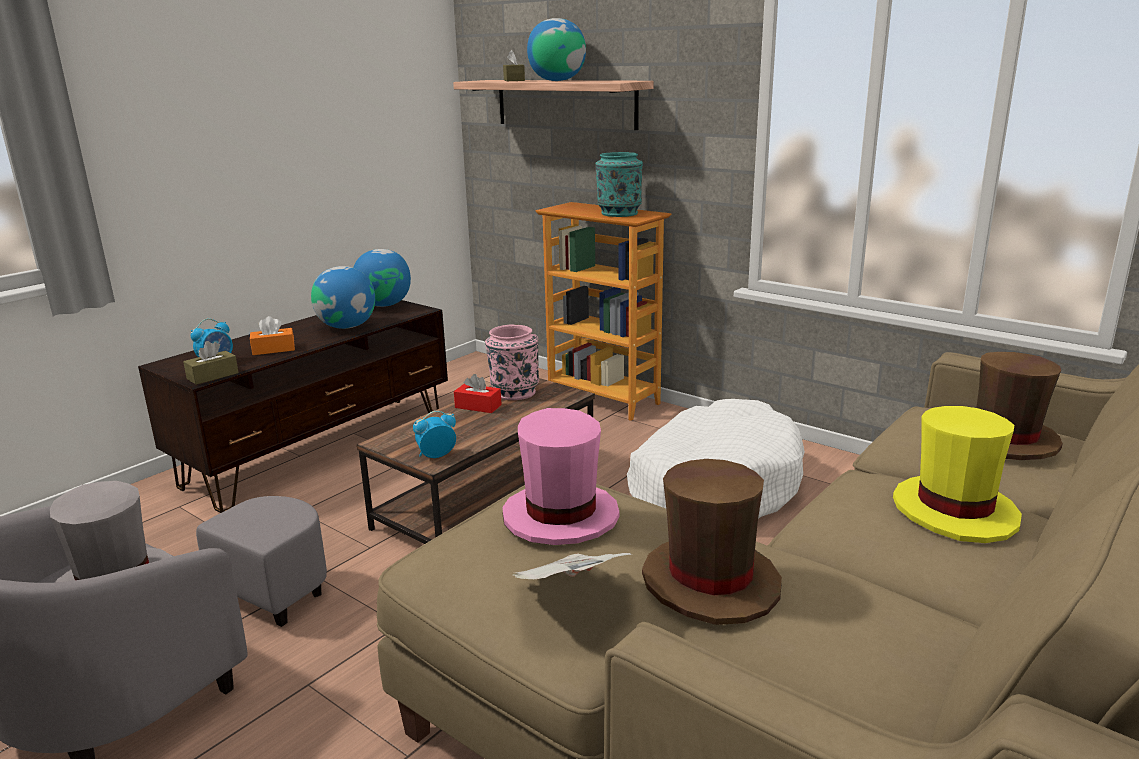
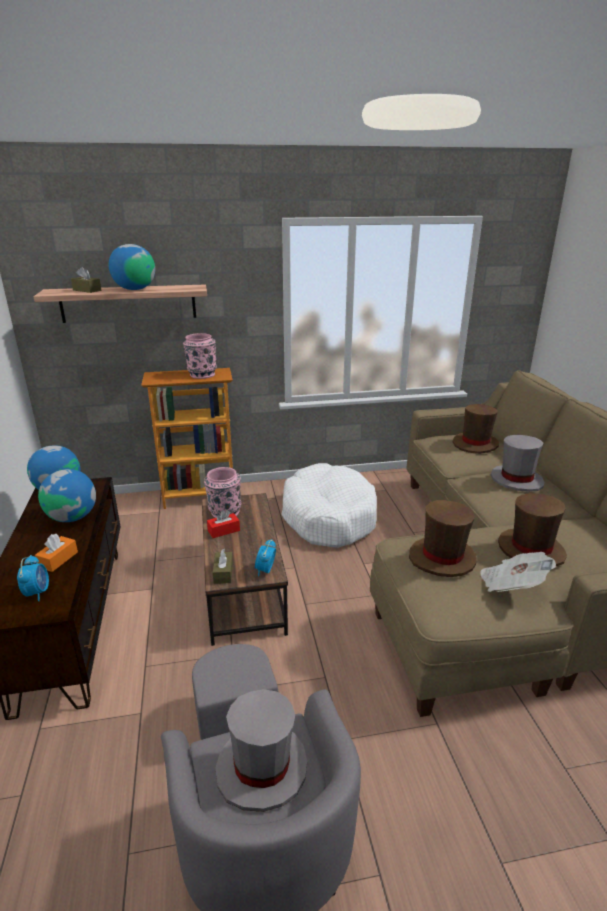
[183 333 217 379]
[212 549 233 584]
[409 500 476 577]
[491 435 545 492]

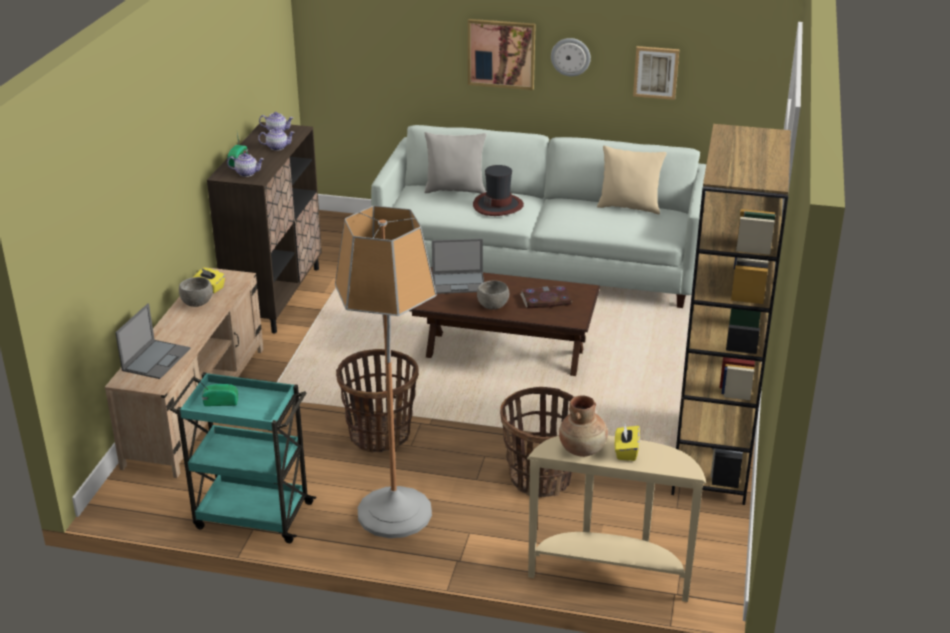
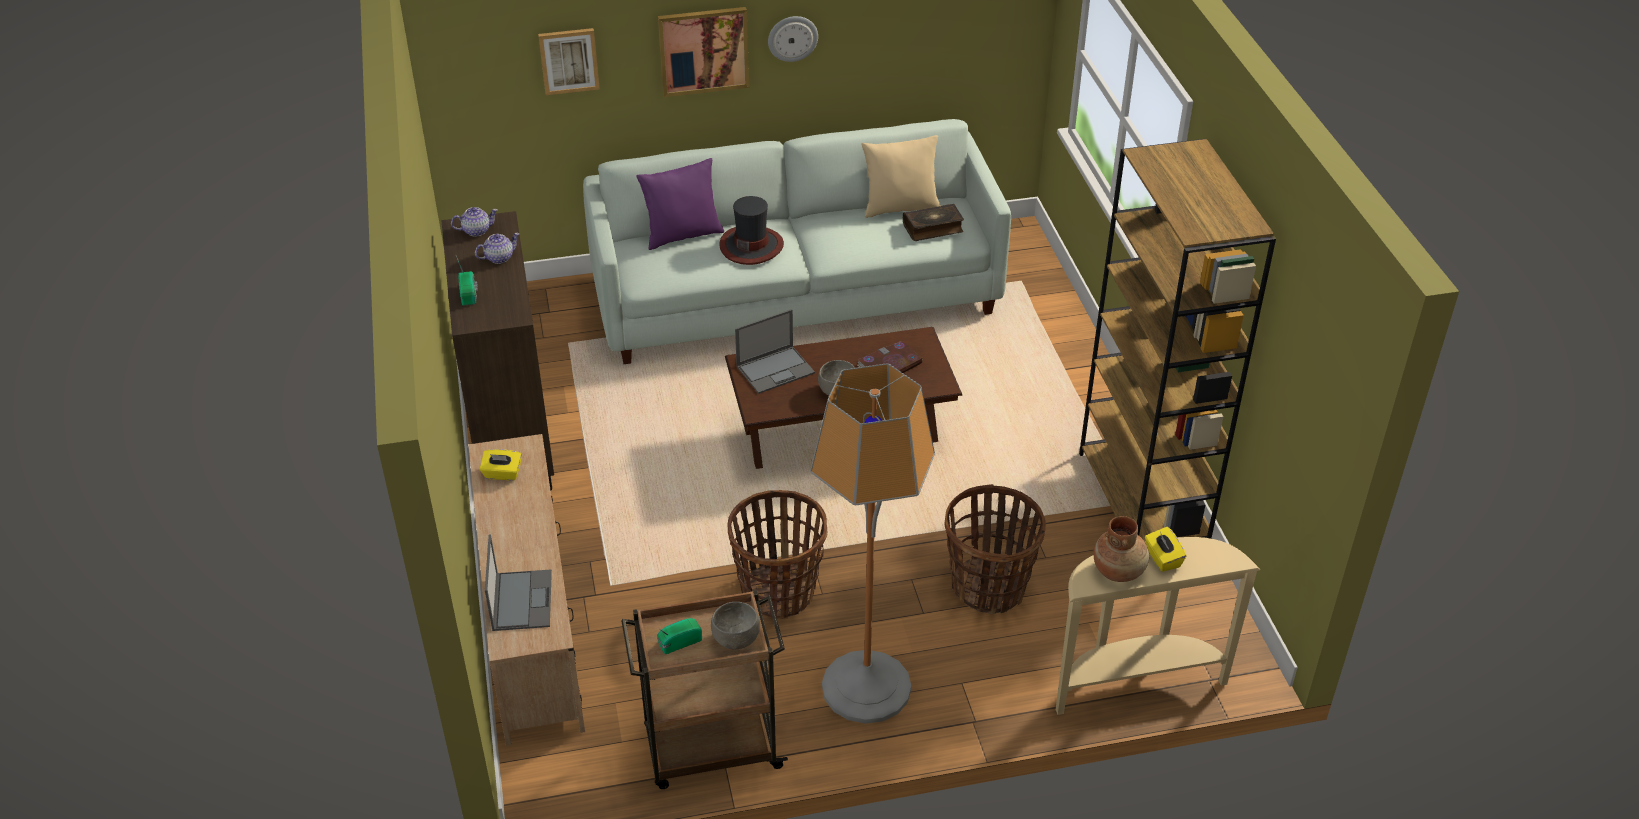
[538 28 600 95]
[621 590 788 789]
[636 158 724 250]
[711 602 760 649]
[903 204 964 241]
[227 153 264 177] (first image)

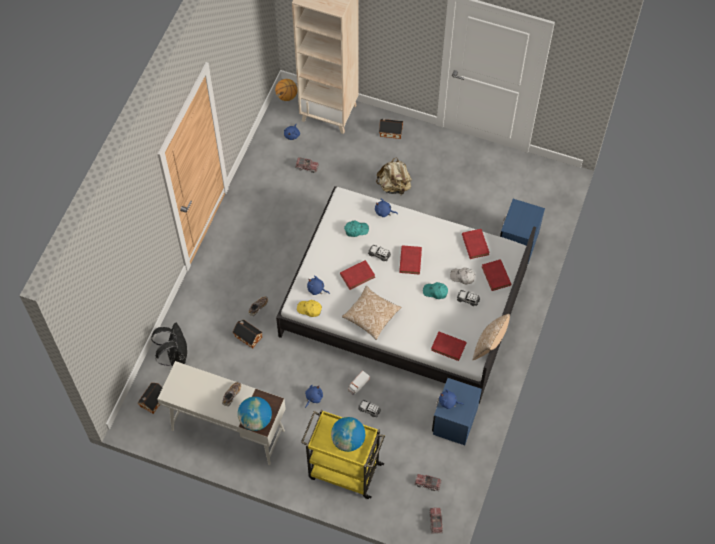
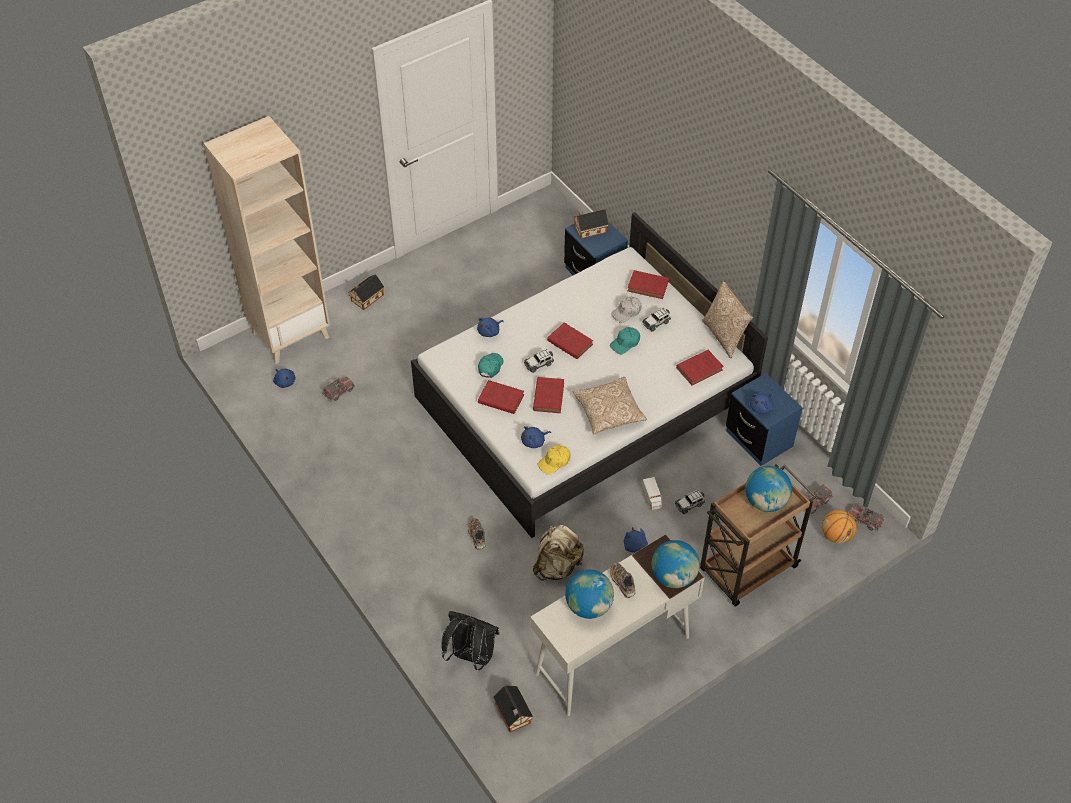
[478 380 524 414]
[533 525 584 581]
[565 570 614 619]
[573 209 609 239]
[700 464 816 607]
[822 510 857 544]

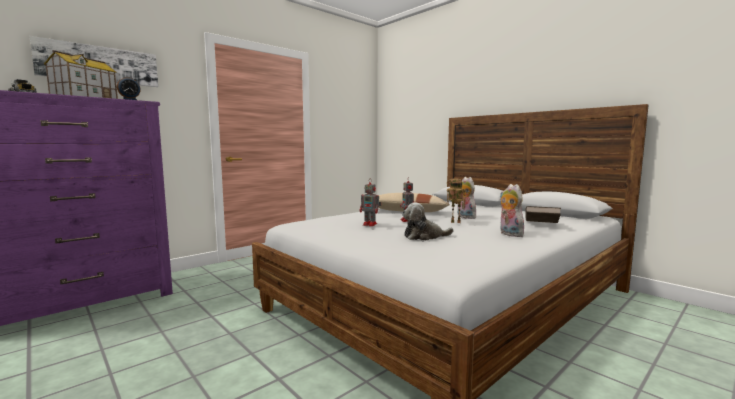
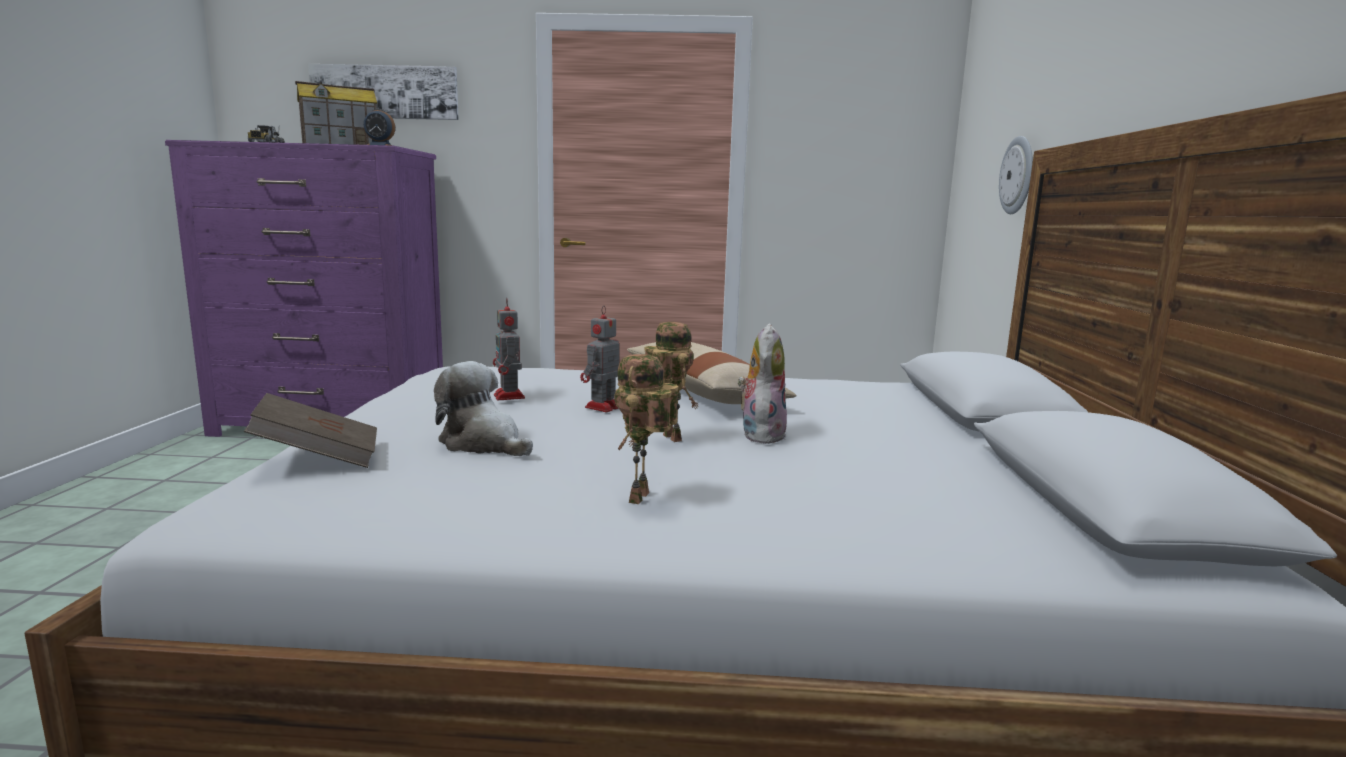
[244 393 377 468]
[614 354 679 504]
[999 136 1033 214]

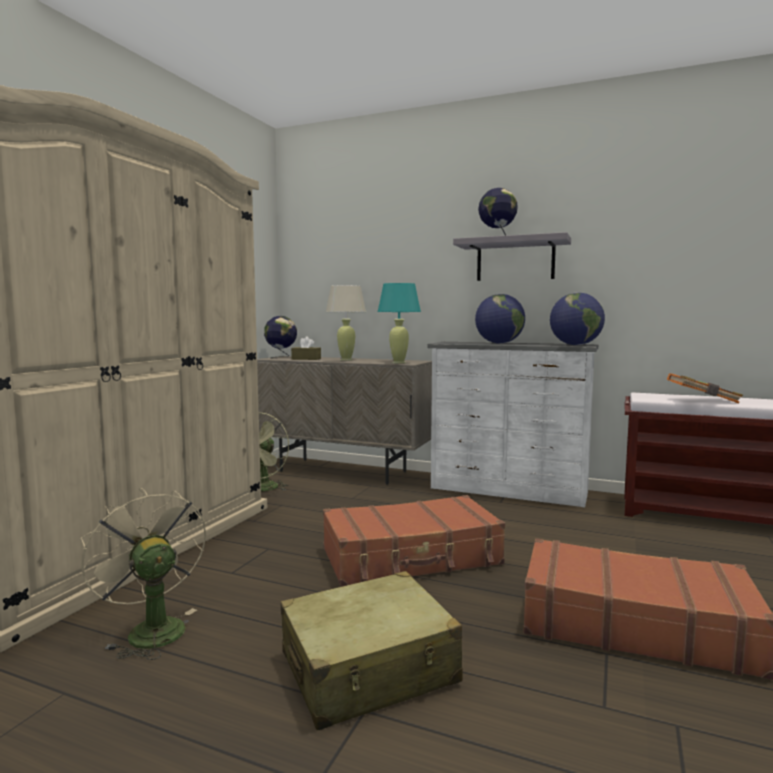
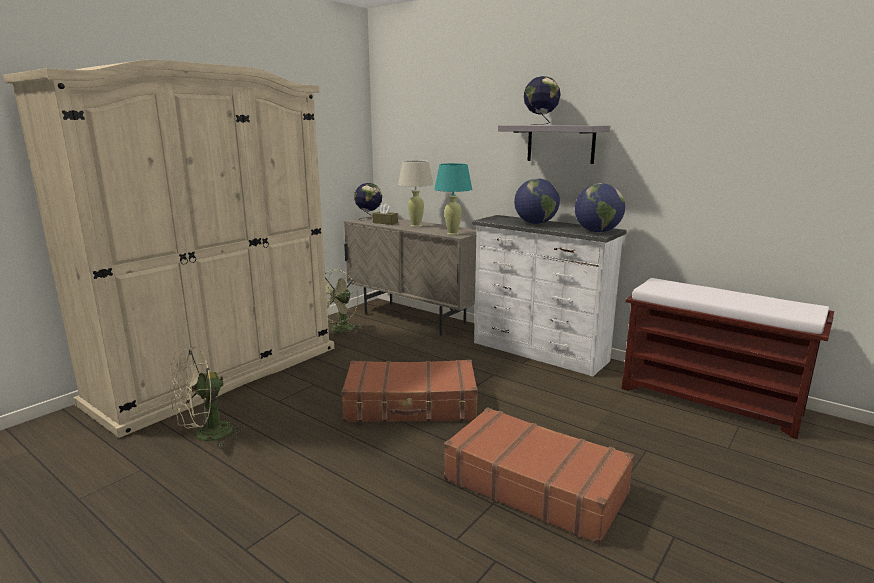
[169 346 246 447]
[281 571 463 730] (first image)
[667 373 743 404] (first image)

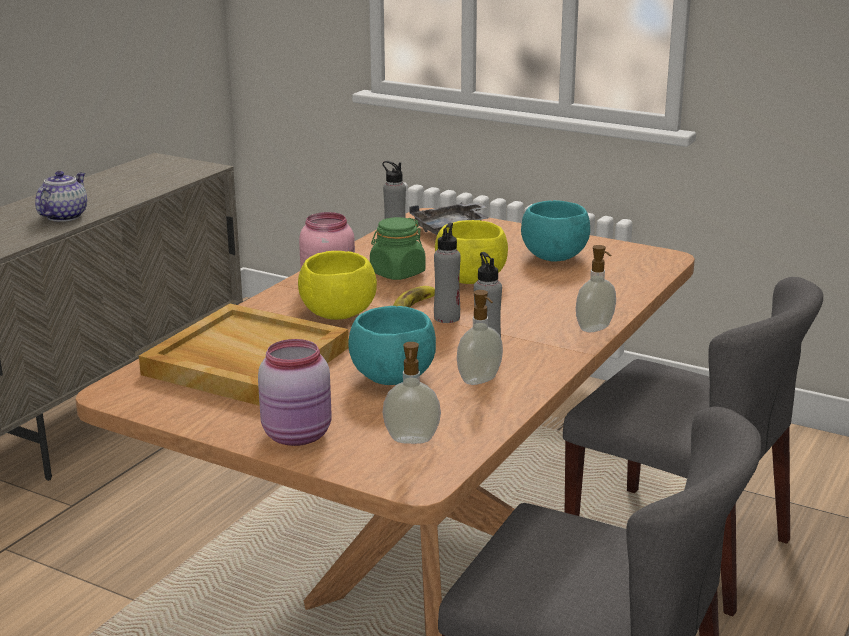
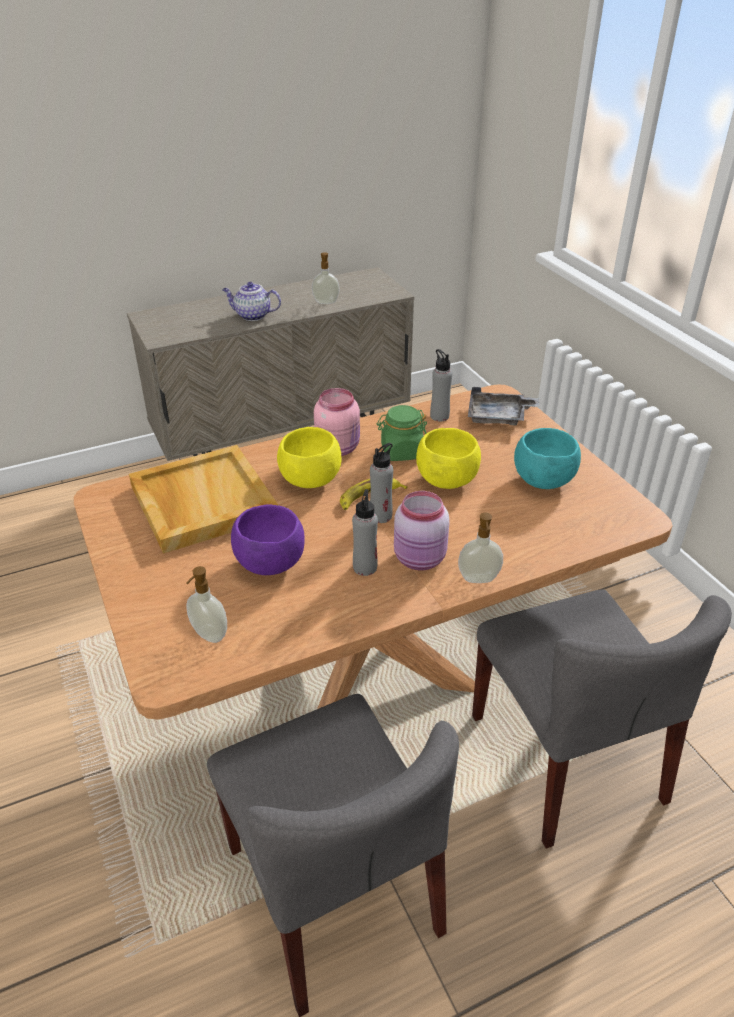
[222 282 281 321]
[231 504 305 575]
[312 252 340 304]
[394 491 450 570]

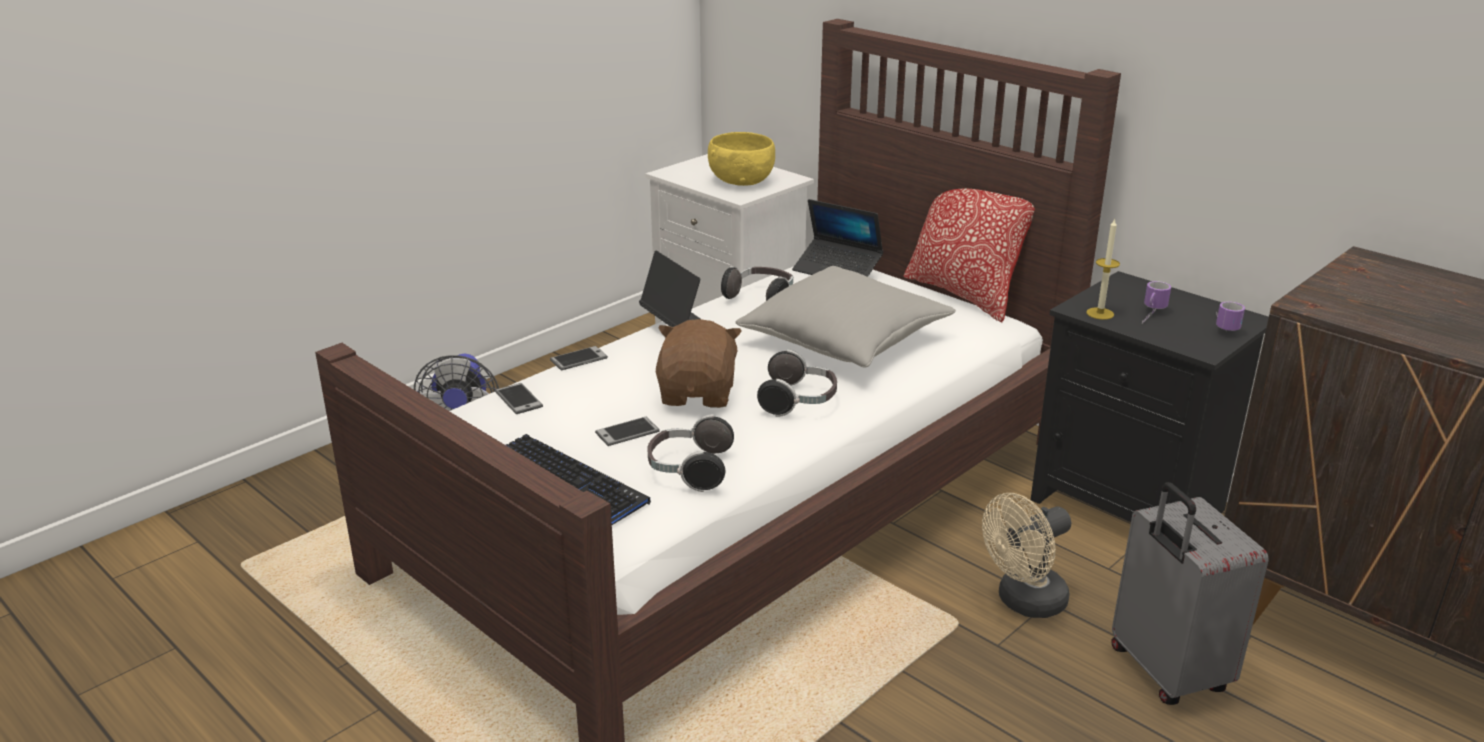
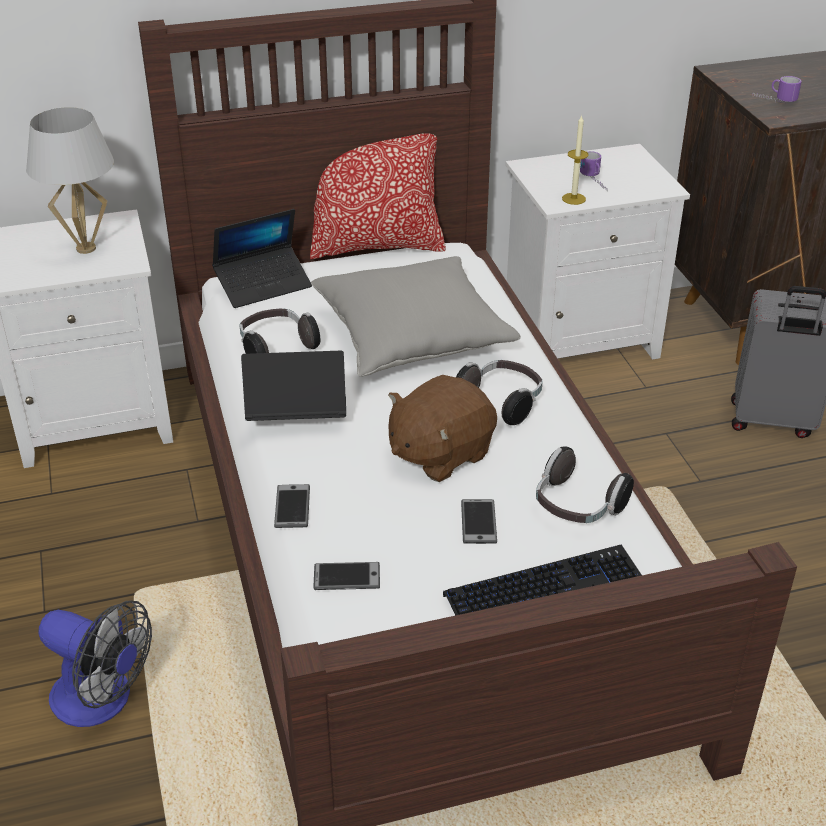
[26 107 114 254]
[388 375 497 482]
[505 144 690 360]
[752 76 802 104]
[982 493 1071 618] (first image)

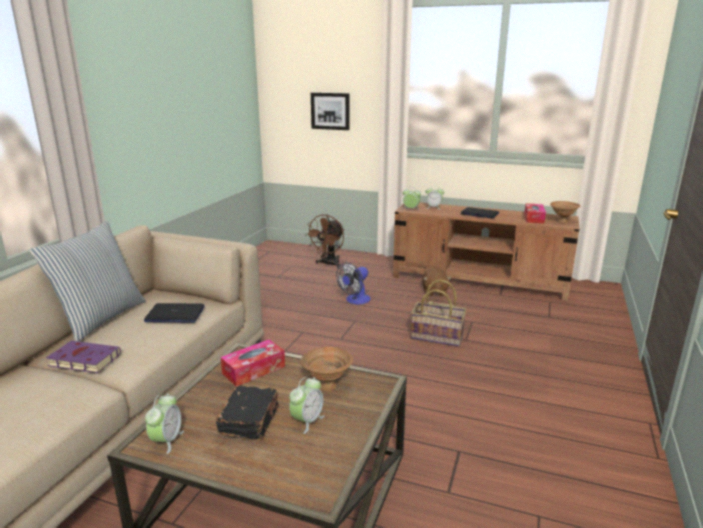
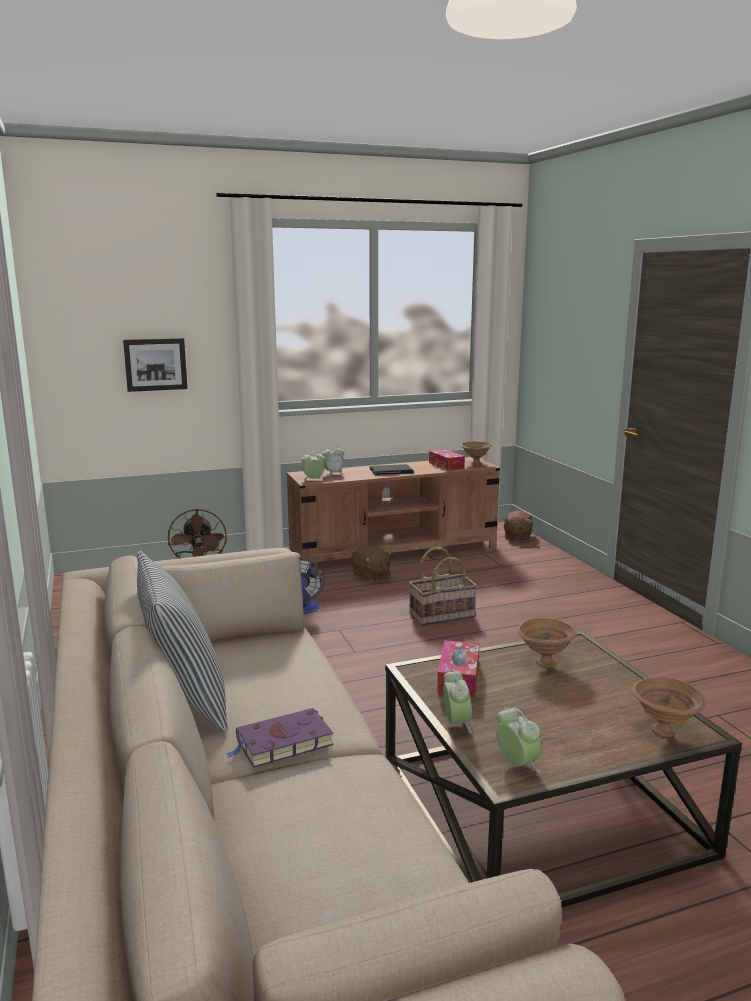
[443 669 472 734]
[503 510 533 541]
[632 677 706 737]
[144 303 205 323] (first image)
[216 385 279 440] (first image)

